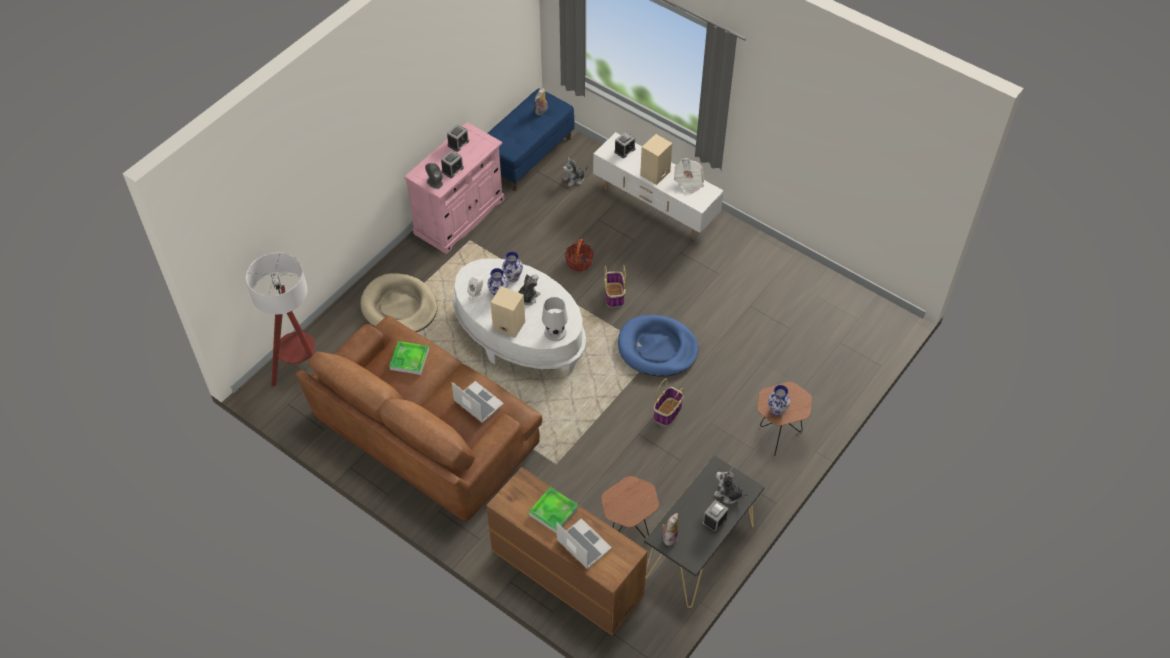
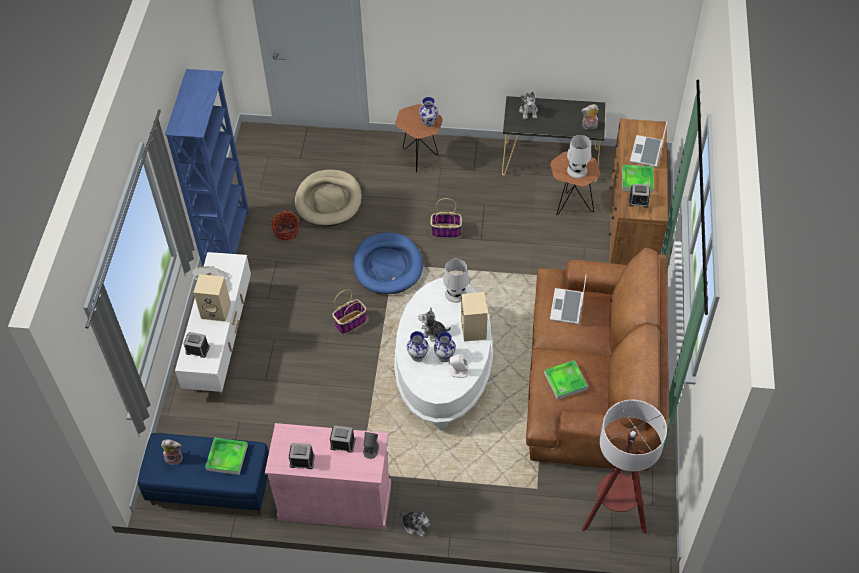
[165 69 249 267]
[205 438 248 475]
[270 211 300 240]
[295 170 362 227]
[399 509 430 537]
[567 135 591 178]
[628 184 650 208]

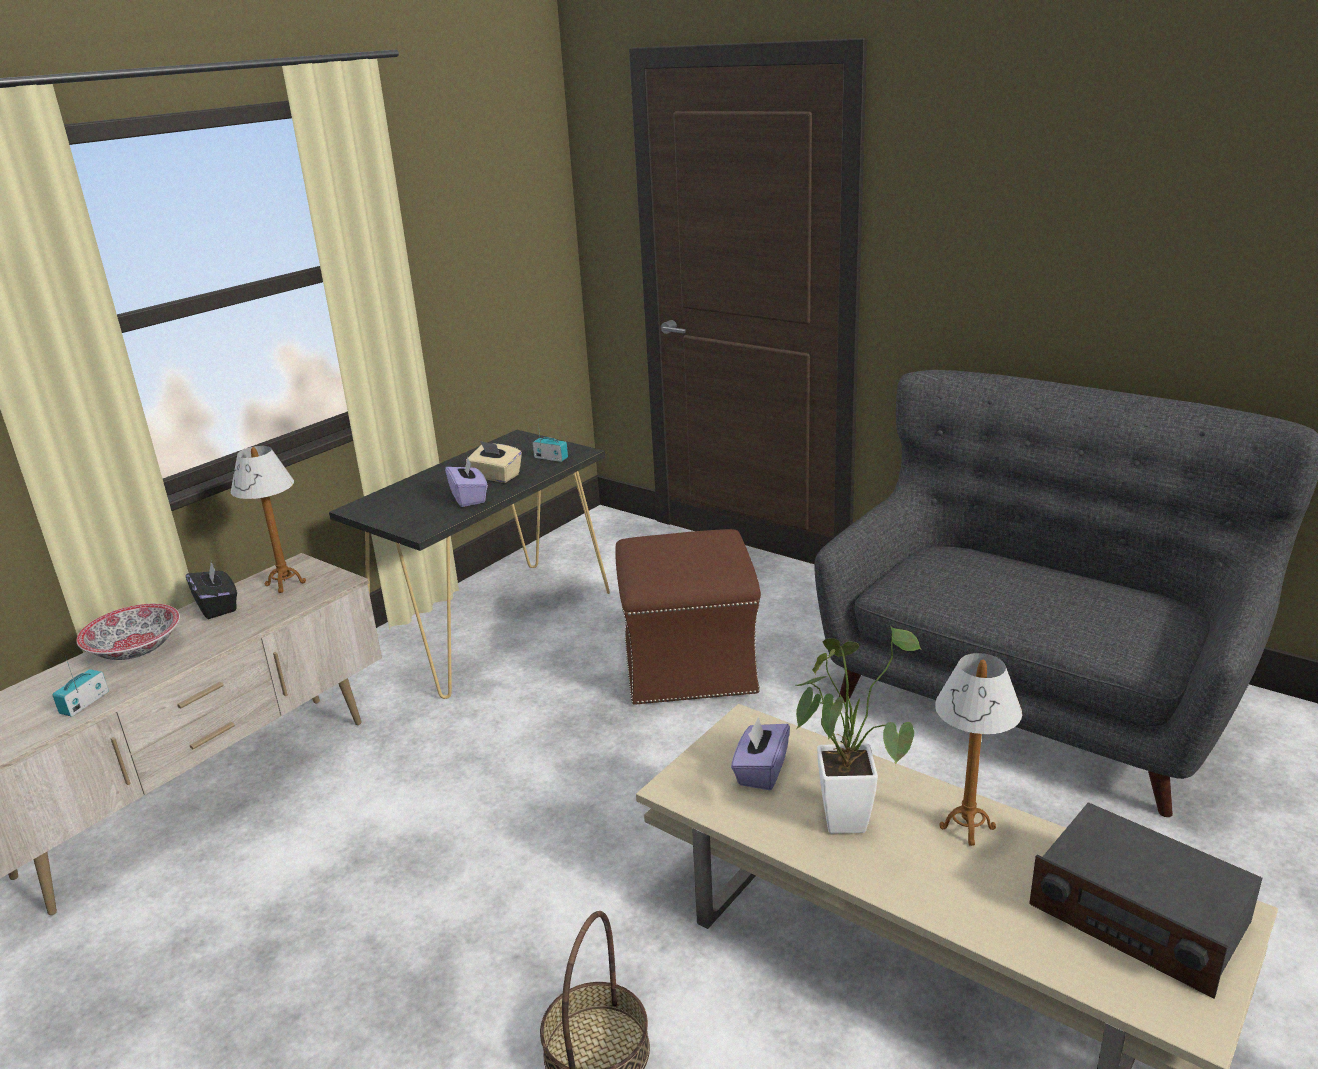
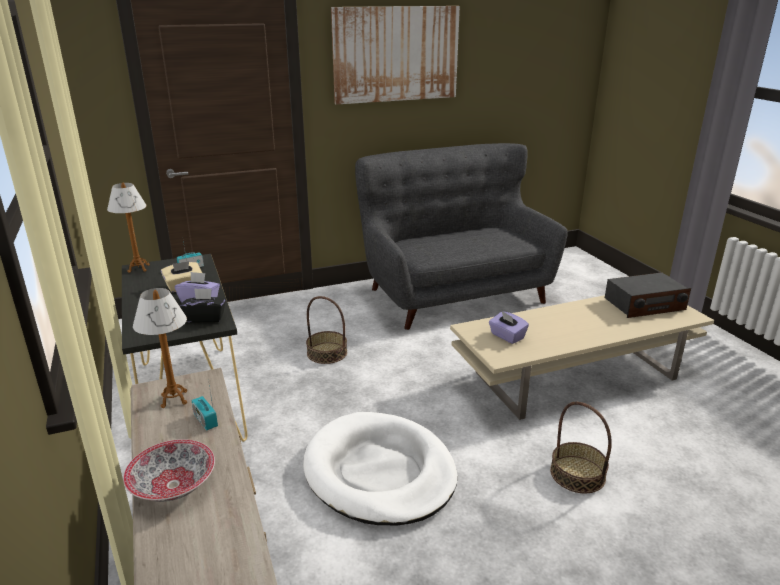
[107 183 150 273]
[180 288 226 323]
[192 379 218 430]
[303 412 457 525]
[306 296 347 364]
[331 6 460 105]
[796 626 921 834] (first image)

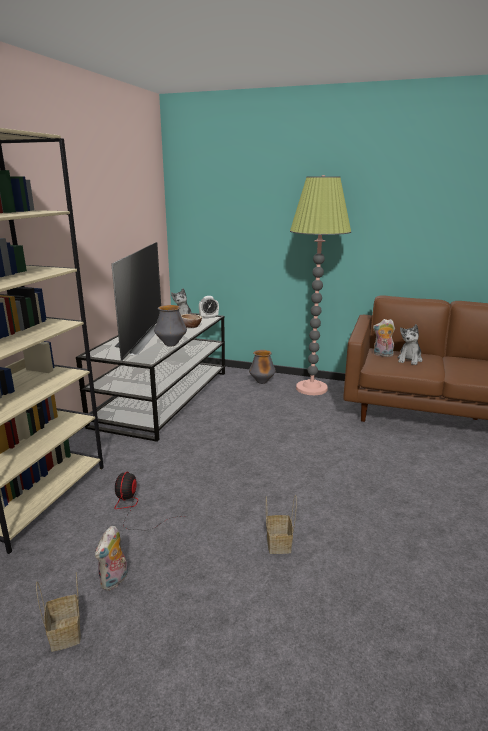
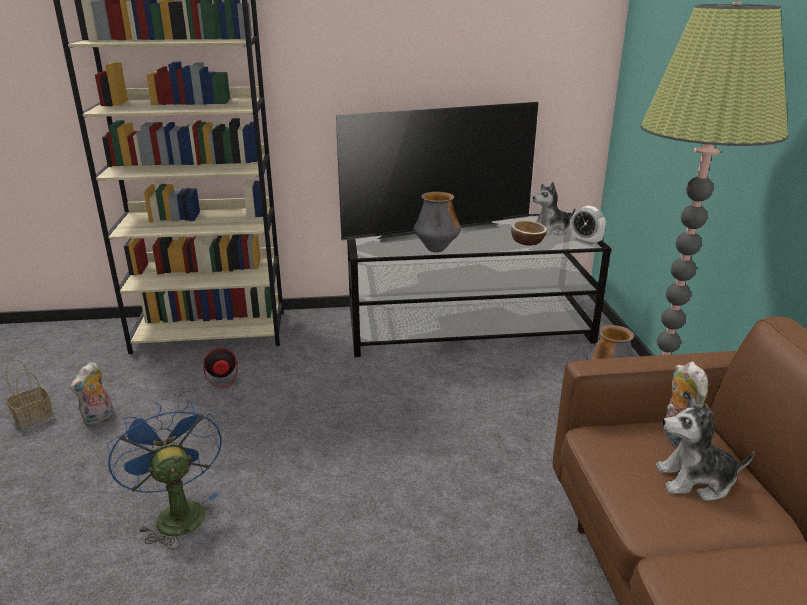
[70 362 113 426]
[107 401 222 550]

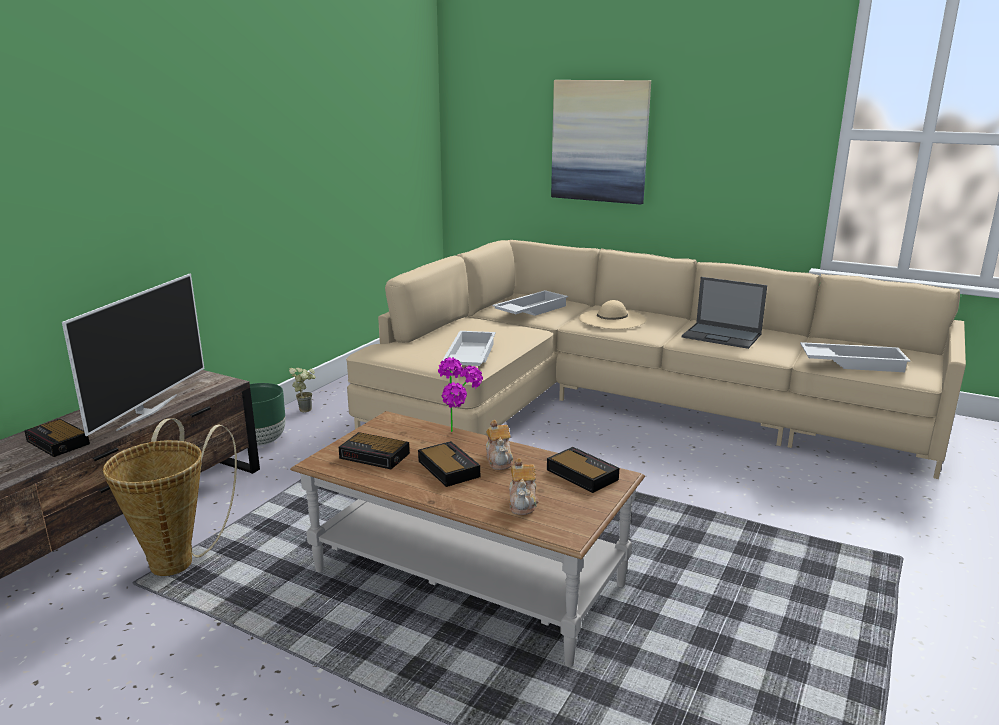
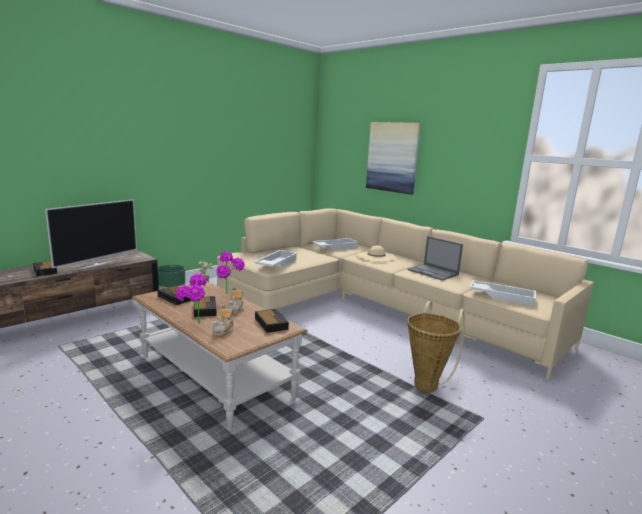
[176 274 207 324]
[407 301 465 392]

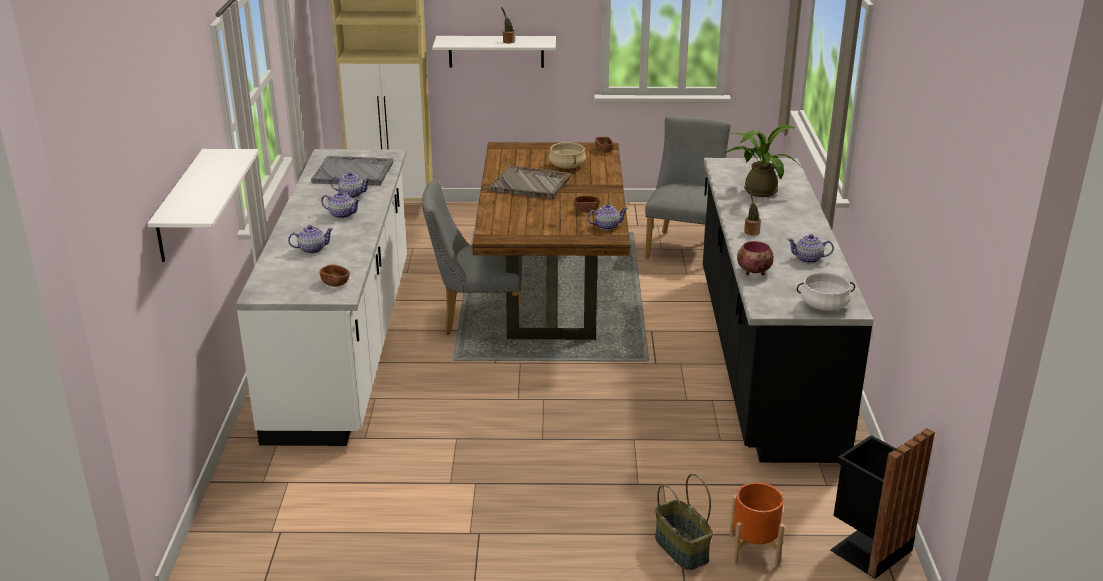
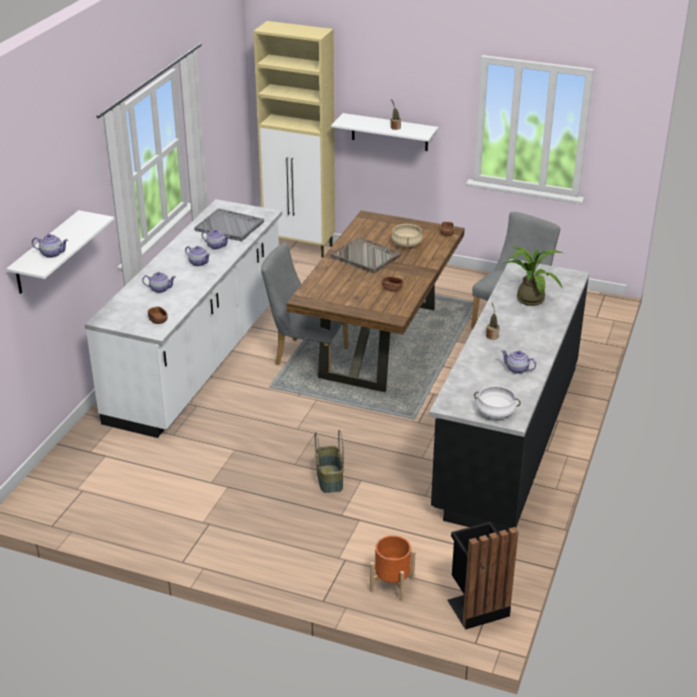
[32 234 68 258]
[315 430 344 493]
[737 241 774 276] (first image)

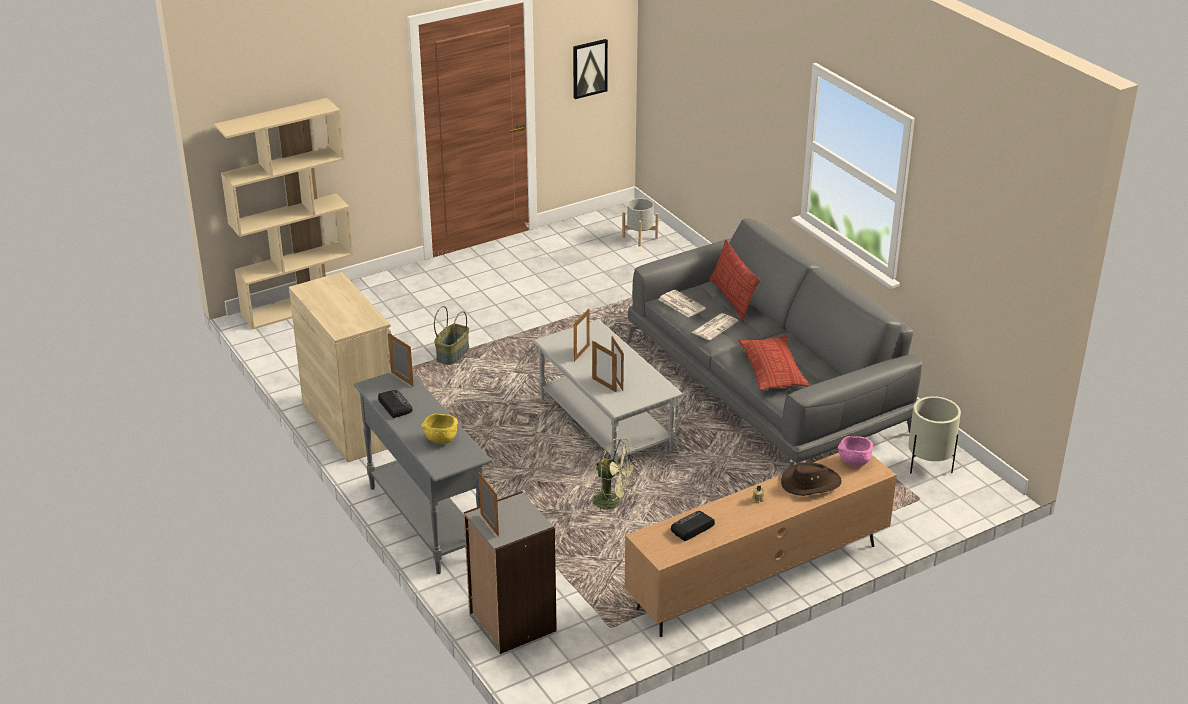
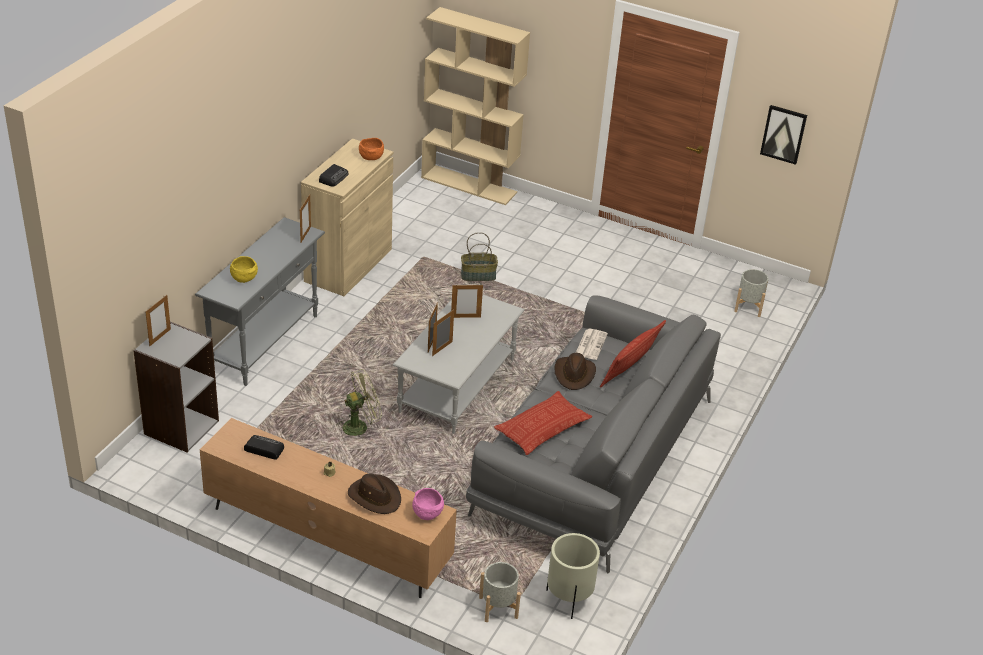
[319 164 348 186]
[336 369 382 437]
[359 138 384 160]
[479 562 521 622]
[555 353 596 390]

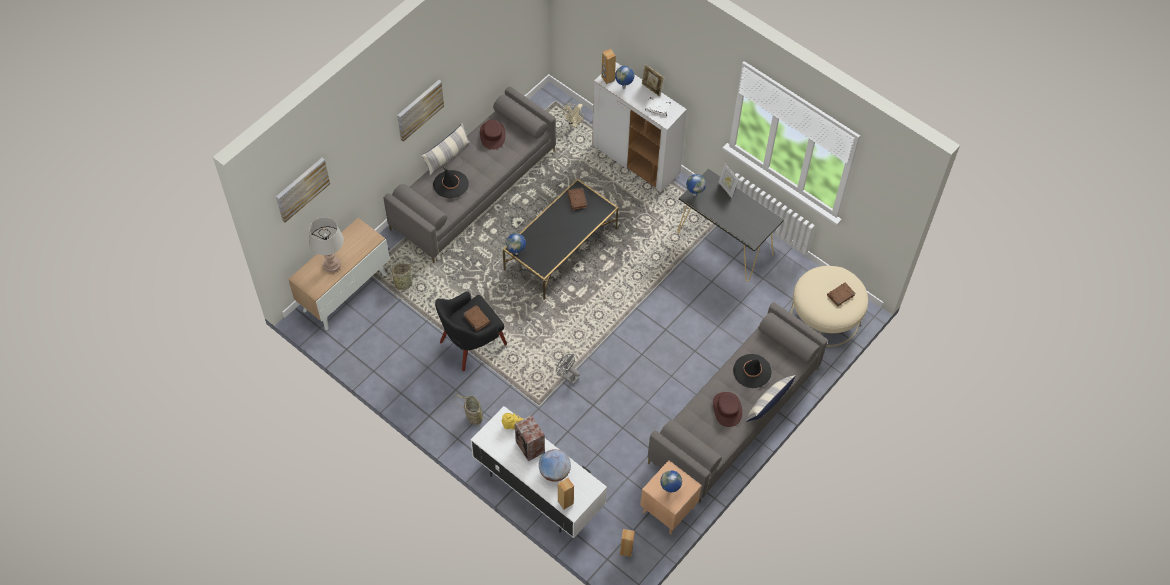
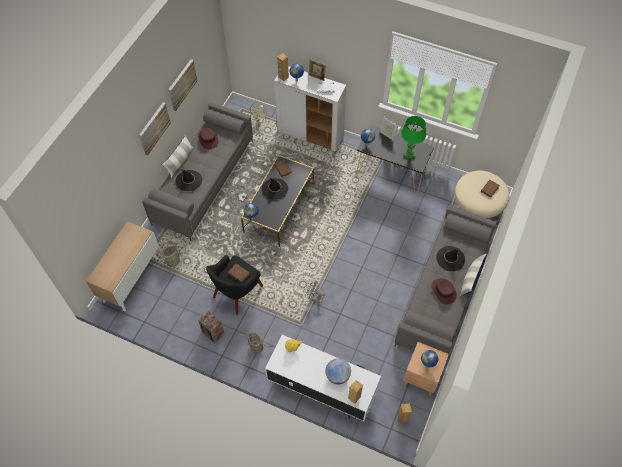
[168 59 197 111]
[198 311 224 343]
[262 178 288 199]
[401 116 426 159]
[309 217 344 273] (first image)

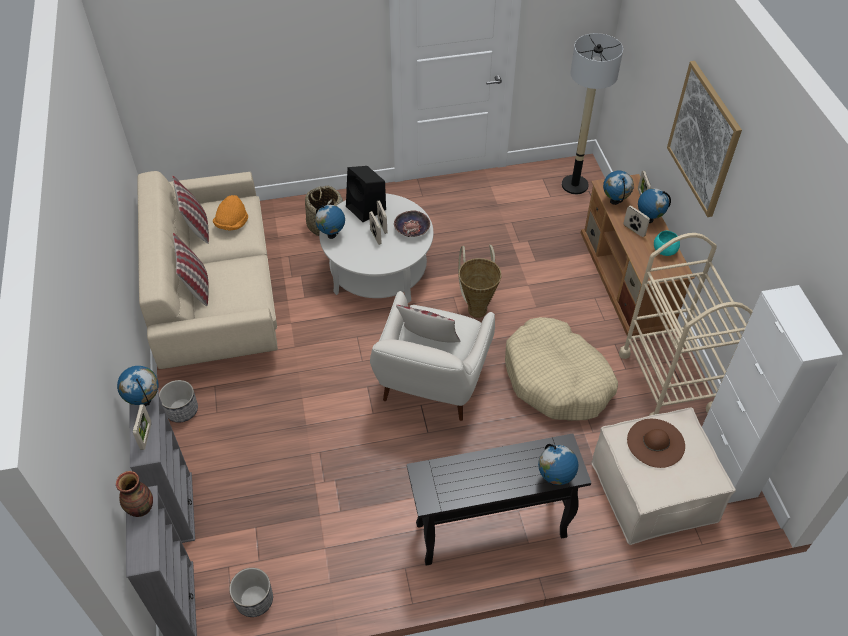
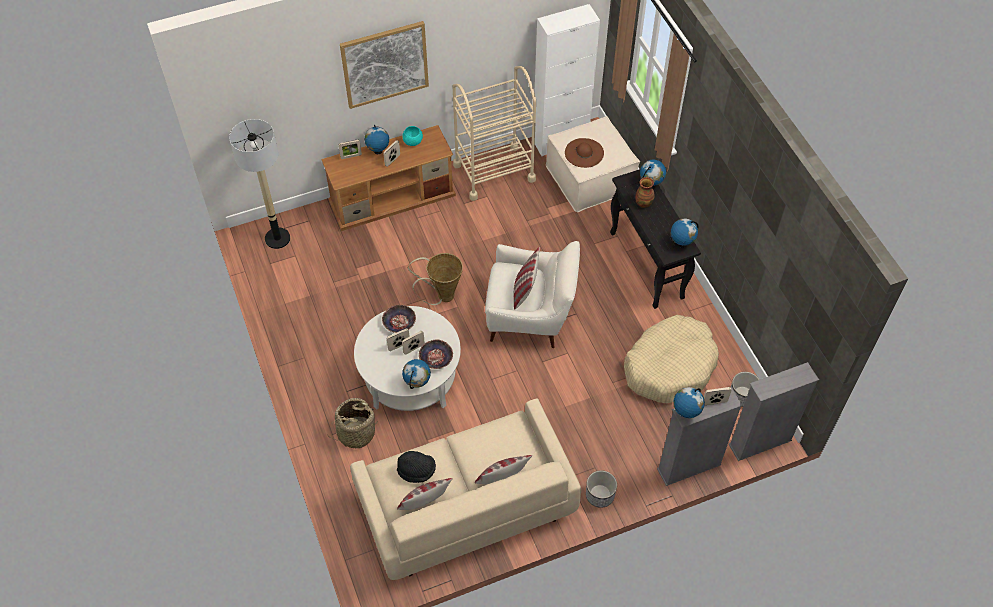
[397 451 436 483]
[419 339 453 369]
[624 315 719 403]
[635 177 655 208]
[671 219 699 248]
[346 166 386 222] (first image)

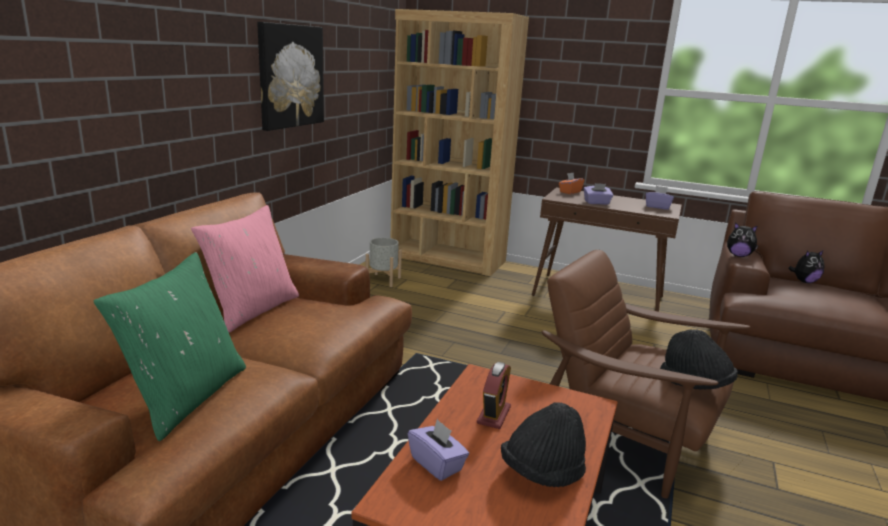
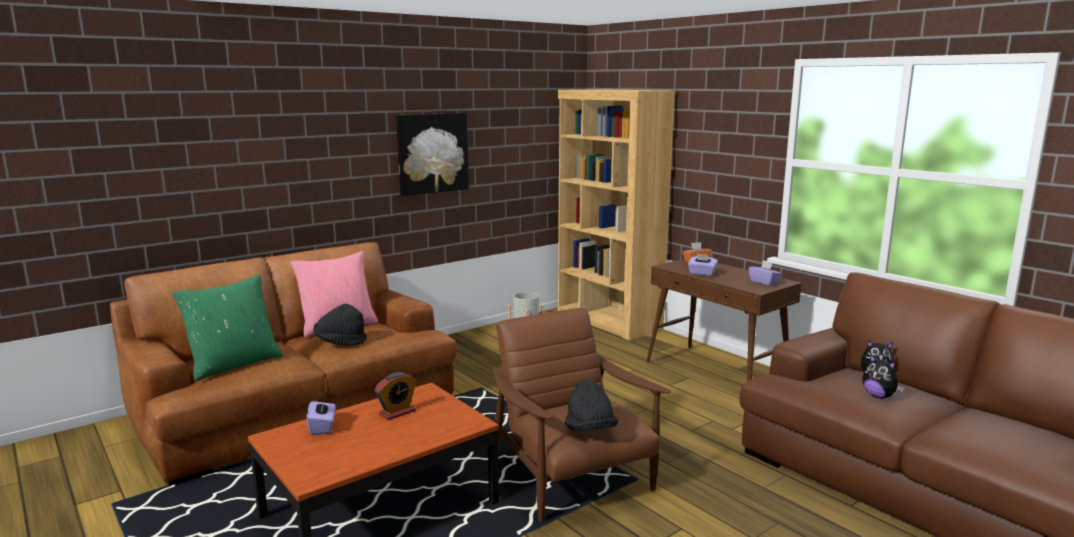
[314 304 367 346]
[862 355 904 398]

